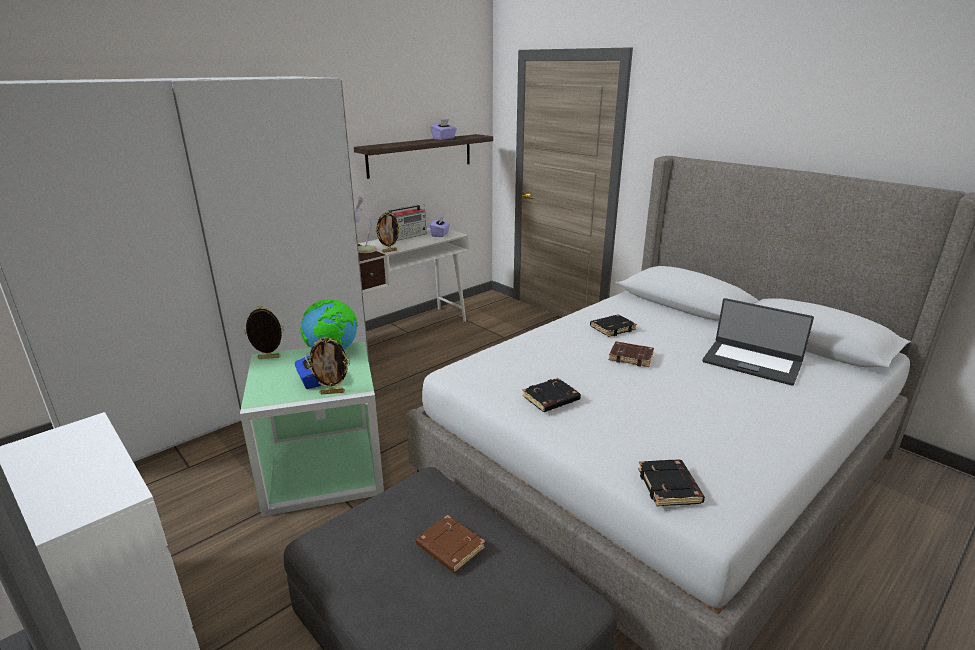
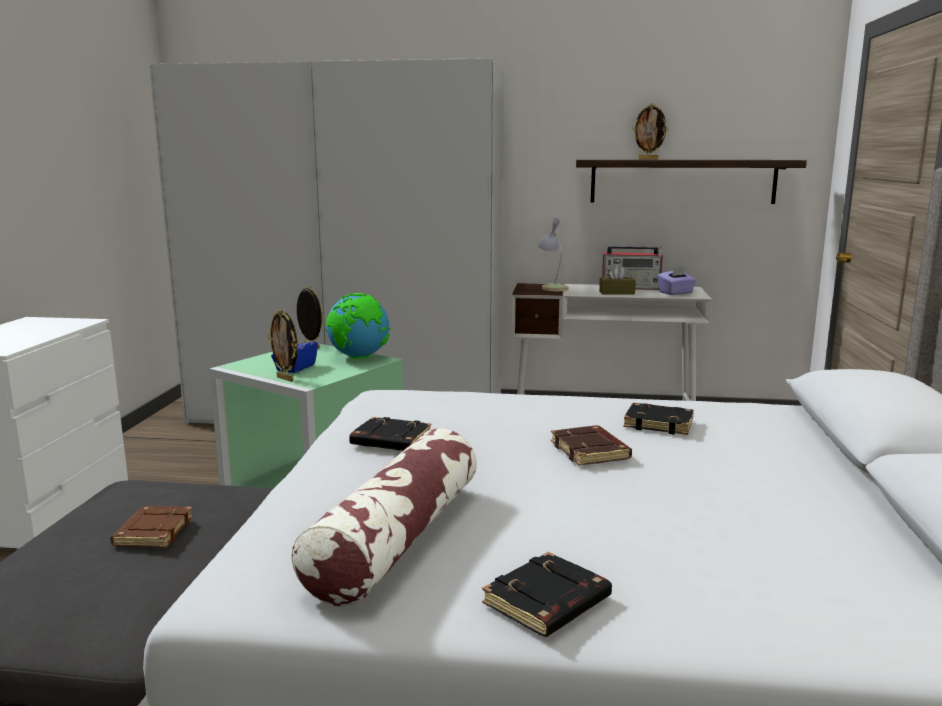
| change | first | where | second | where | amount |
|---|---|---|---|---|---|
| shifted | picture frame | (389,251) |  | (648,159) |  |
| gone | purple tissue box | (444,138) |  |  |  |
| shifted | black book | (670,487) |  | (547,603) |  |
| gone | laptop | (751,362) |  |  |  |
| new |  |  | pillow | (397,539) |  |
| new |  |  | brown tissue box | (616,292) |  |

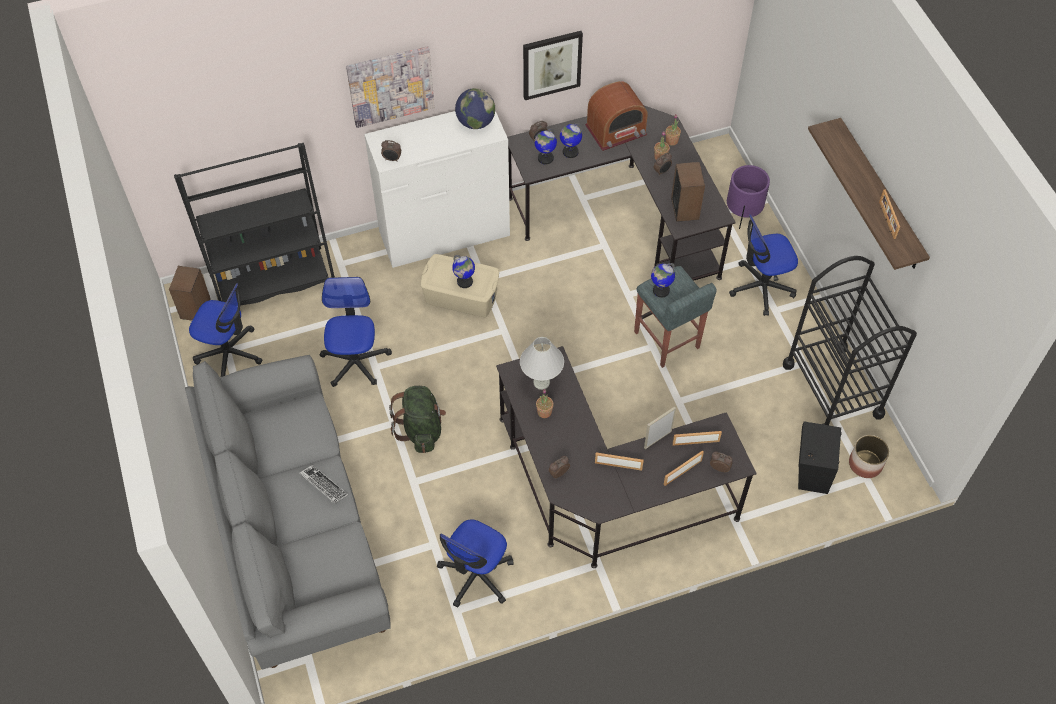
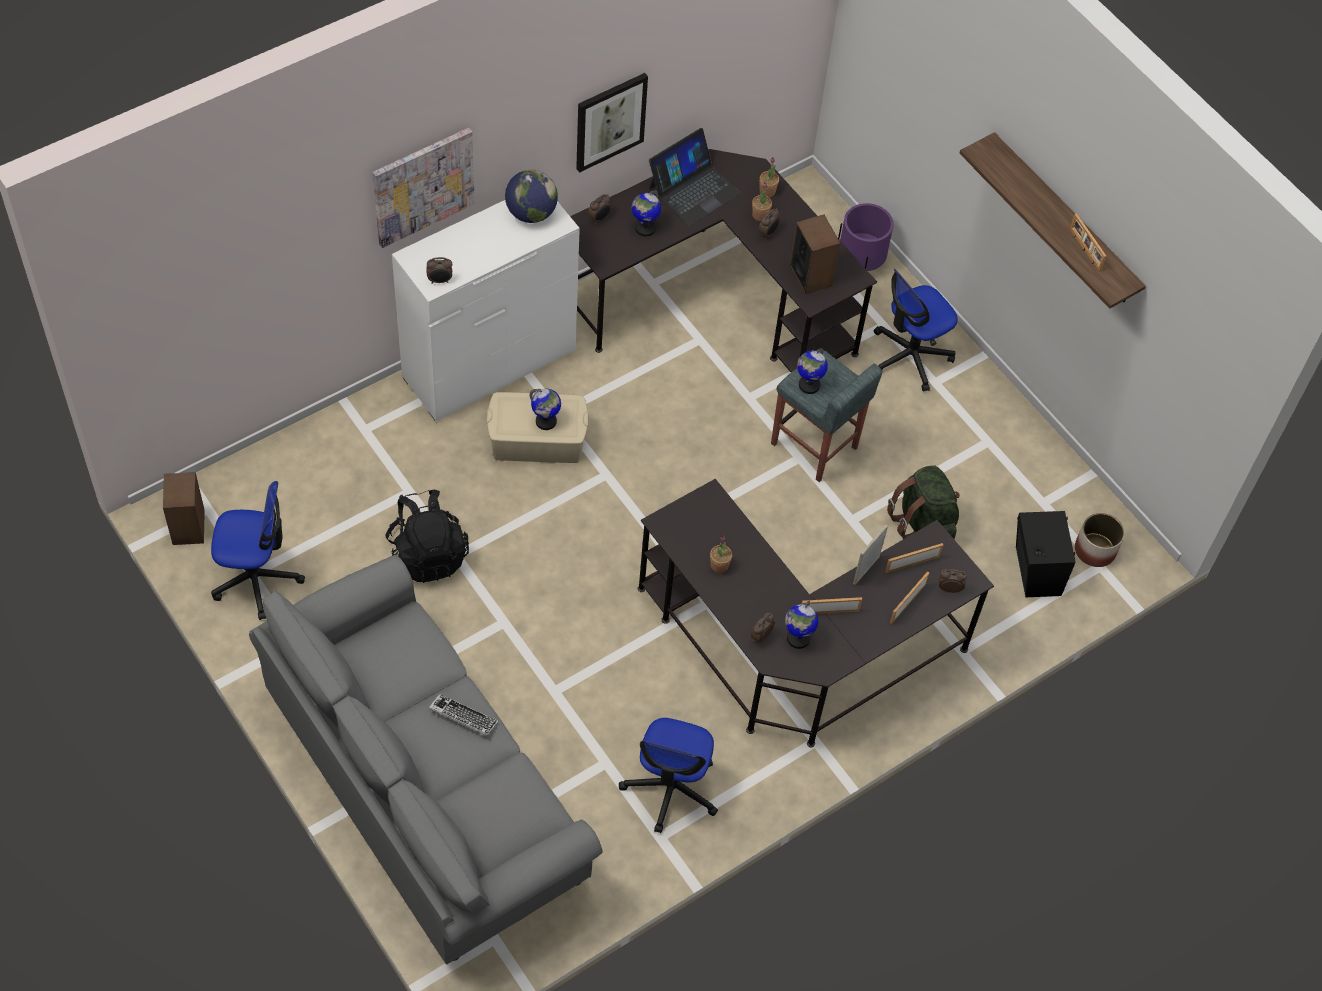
| change | first | where | second | where | amount |
|---|---|---|---|---|---|
| gone | black bookcase | (274,282) |  |  |  |
| swapped | office chair | (355,361) | black backpack | (428,554) |  |
| shifted | green backpack | (421,429) |  | (923,523) |  |
| gone | white table lamp | (541,382) |  |  |  |
| shifted | globe | (545,158) |  | (798,638) |  |
| swapped | radio | (616,130) | laptop | (694,190) |  |
| gone | black cart | (832,390) |  |  |  |

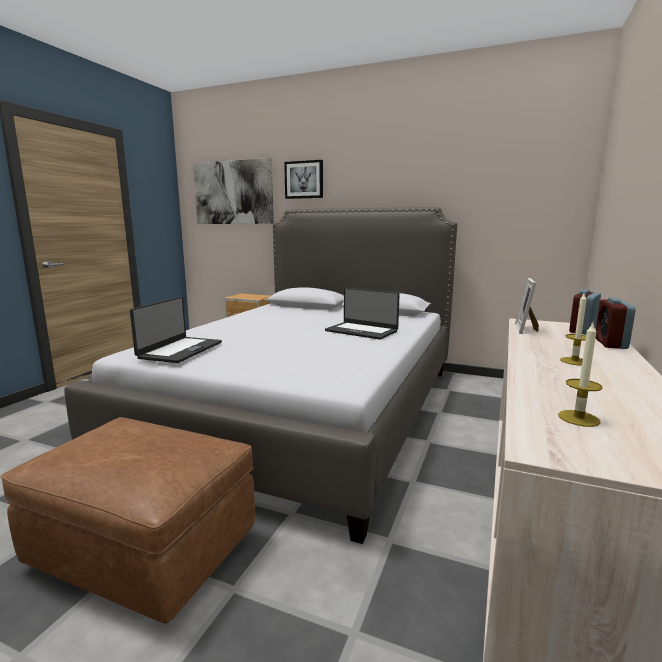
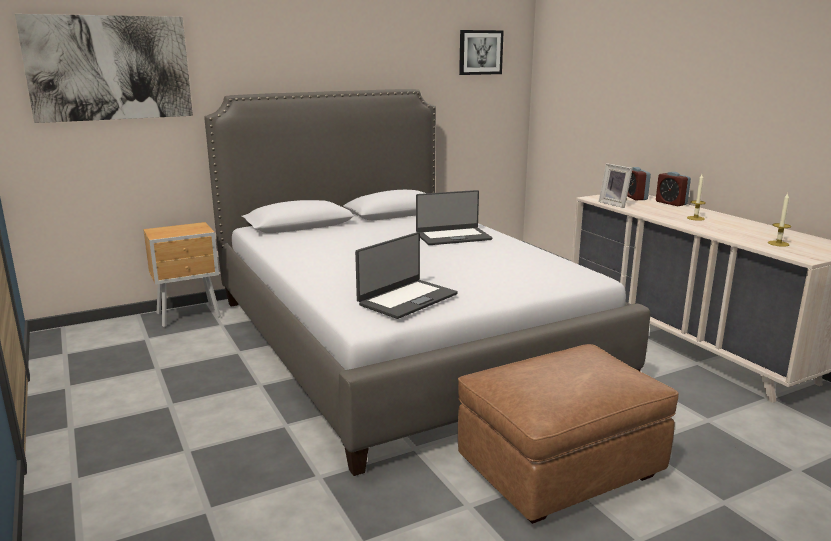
| change | first | where | second | where | amount |
|---|---|---|---|---|---|
| rotated | laptop | (180,350) |  | (407,299) | 75 degrees clockwise |
| shifted | picture | (304,179) |  | (480,52) |  |

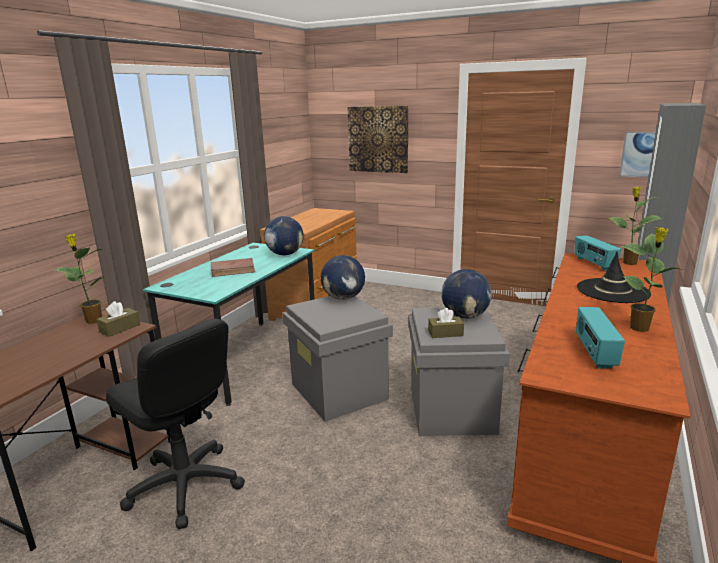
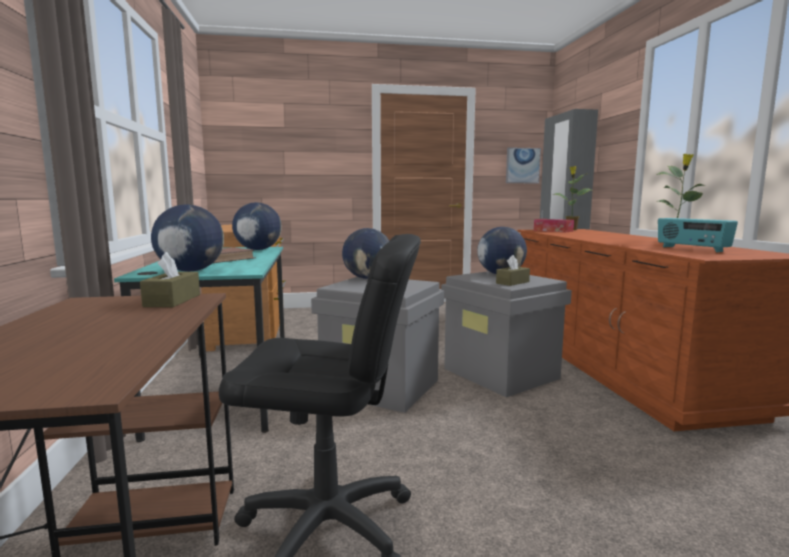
| change | first | where | second | where | amount |
|---|---|---|---|---|---|
| gone | potted plant | (93,320) |  |  |  |
| gone | picture | (378,139) |  |  |  |
| swapped | radio | (593,264) | tissue box | (553,231) |  |
| gone | black hat | (612,291) |  |  |  |
| new |  |  | globe | (190,271) |  |

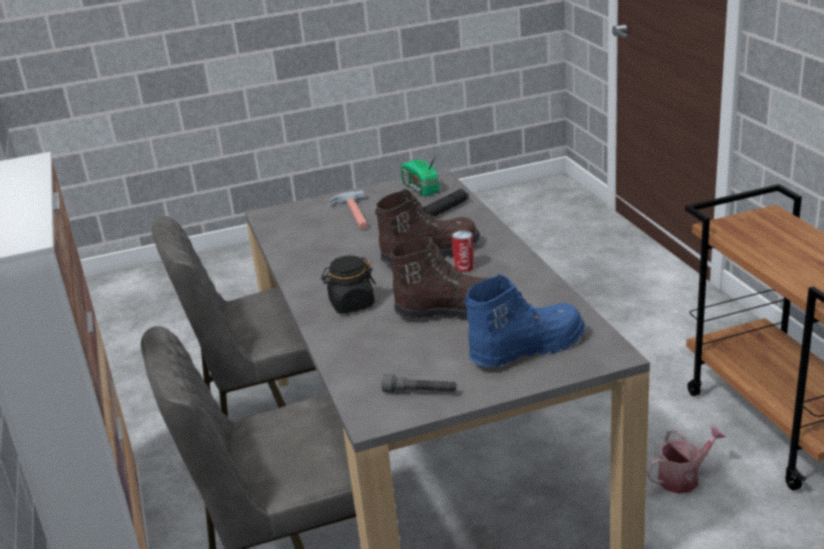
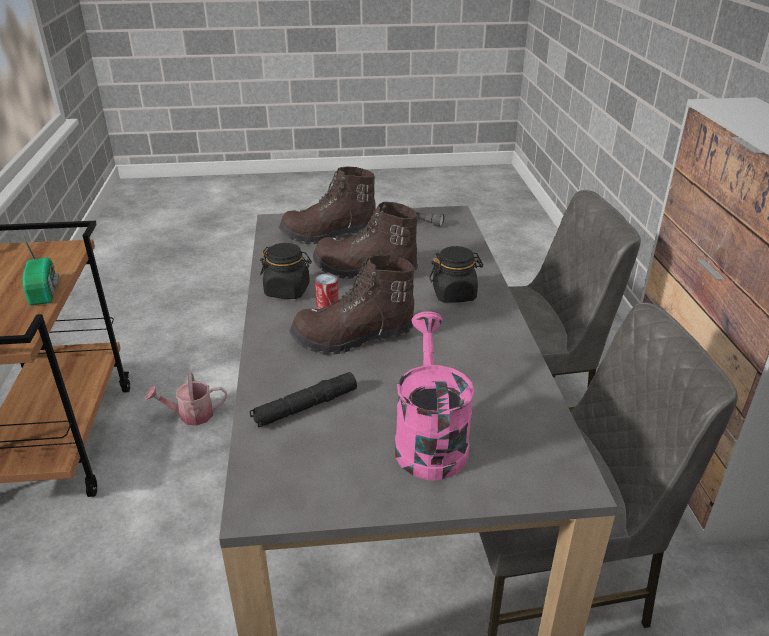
| change | first | where | second | where | amount |
|---|---|---|---|---|---|
| swapped | hammer | (352,214) | pink watering can | (429,439) |  |
| shifted | radio | (420,189) |  | (45,290) |  |
| repainted | blue boot | (526,348) | brown boot | (329,234) |  |
| new |  |  | black jar | (287,290) |  |

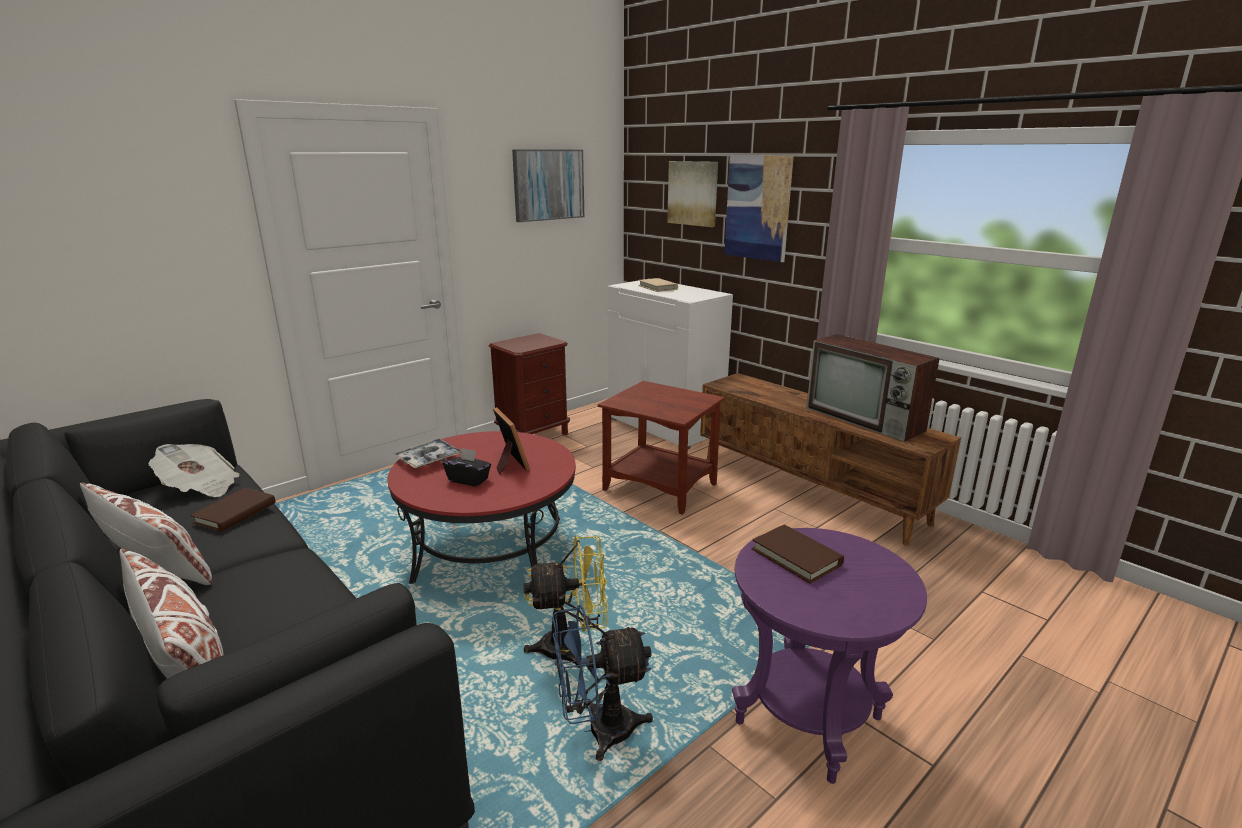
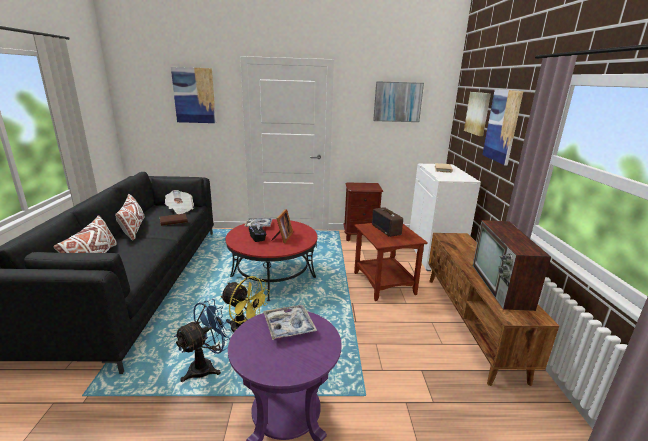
| change | first | where | second | where | amount |
|---|---|---|---|---|---|
| rotated | blue fan | (598,730) |  | (207,366) | 105 degrees clockwise |
| swapped | brown book | (796,557) | tray | (289,326) |  |
| new |  |  | picture | (194,95) |  |
| new |  |  | radio | (386,230) |  |

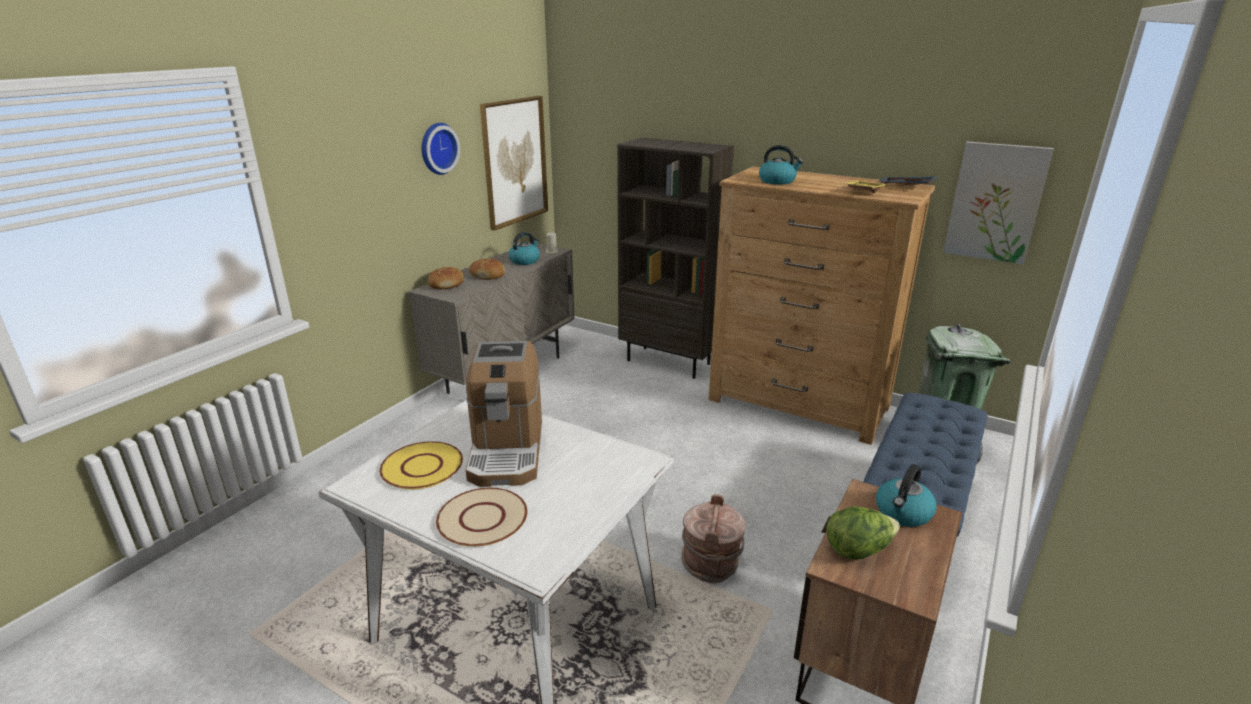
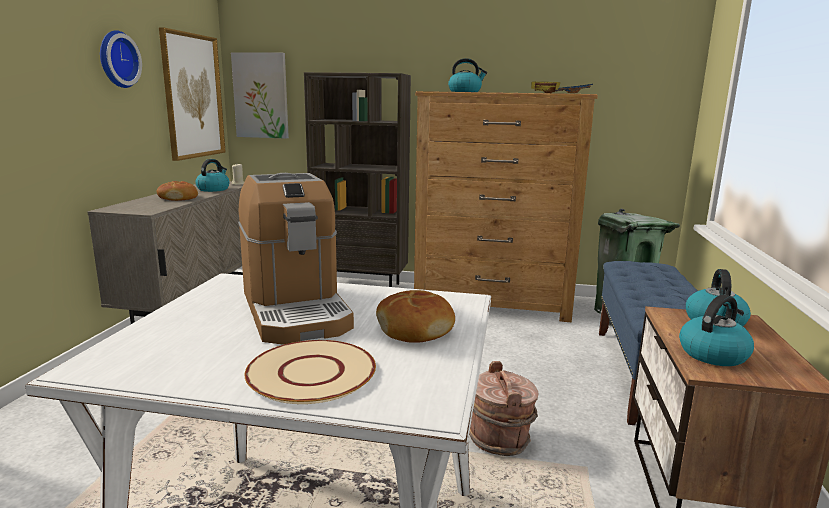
| change | first | where | second | where | amount |
|---|---|---|---|---|---|
| gone | yellow plate | (422,466) |  |  |  |
| shifted | bread | (446,284) |  | (415,328) |  |
| swapped | lettuce | (858,550) | kettle | (713,354) |  |
| shifted | picture | (995,202) |  | (261,96) |  |

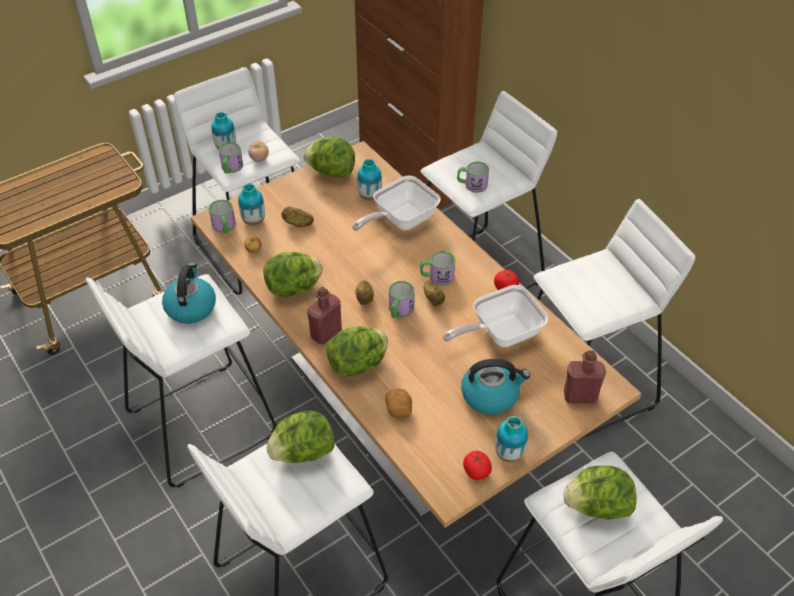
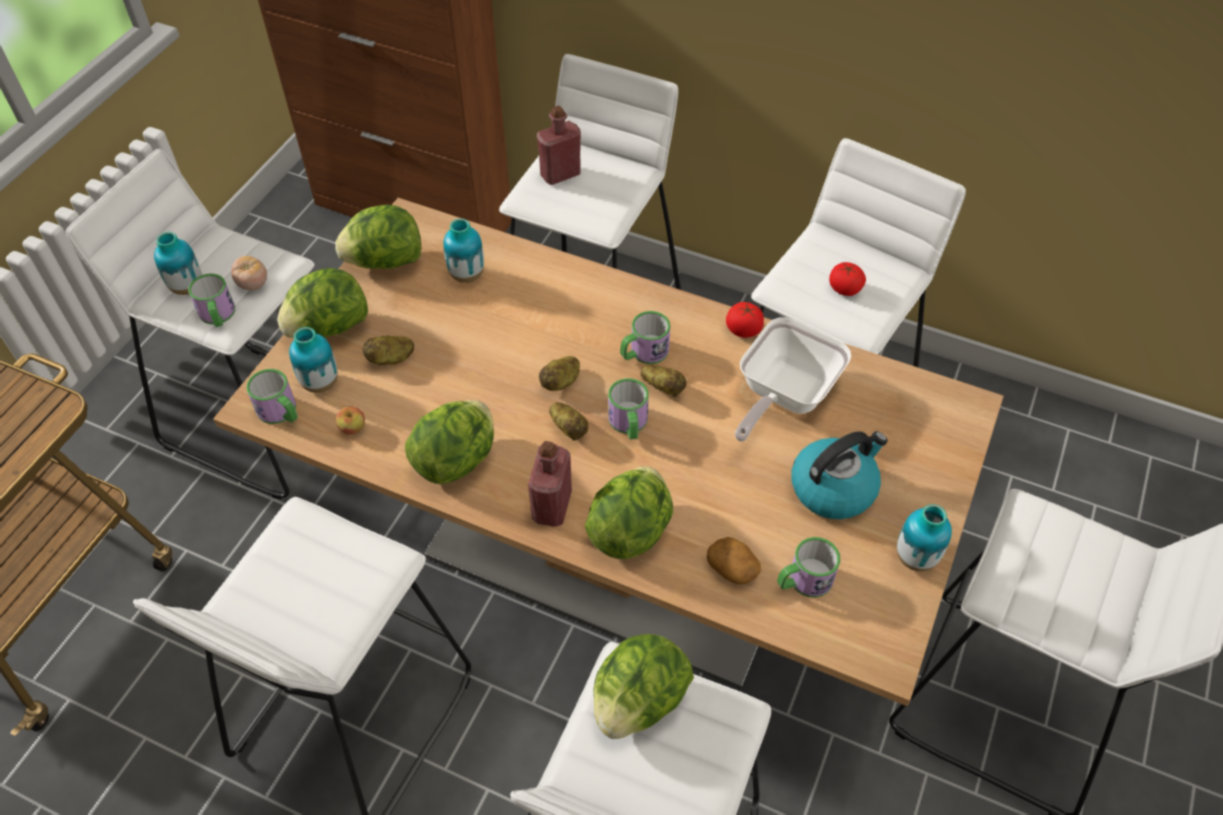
| change | first | where | second | where | amount |
|---|---|---|---|---|---|
| gone | kettle | (191,307) |  |  |  |
| gone | frying pan | (400,221) |  |  |  |
| shifted | mug | (472,185) |  | (803,581) |  |
| shifted | tomato | (476,471) |  | (844,289) |  |
| shifted | red bottle | (580,396) |  | (560,174) |  |
| shifted | lettuce | (597,506) |  | (329,328) |  |
| new |  |  | potato | (561,382) |  |

